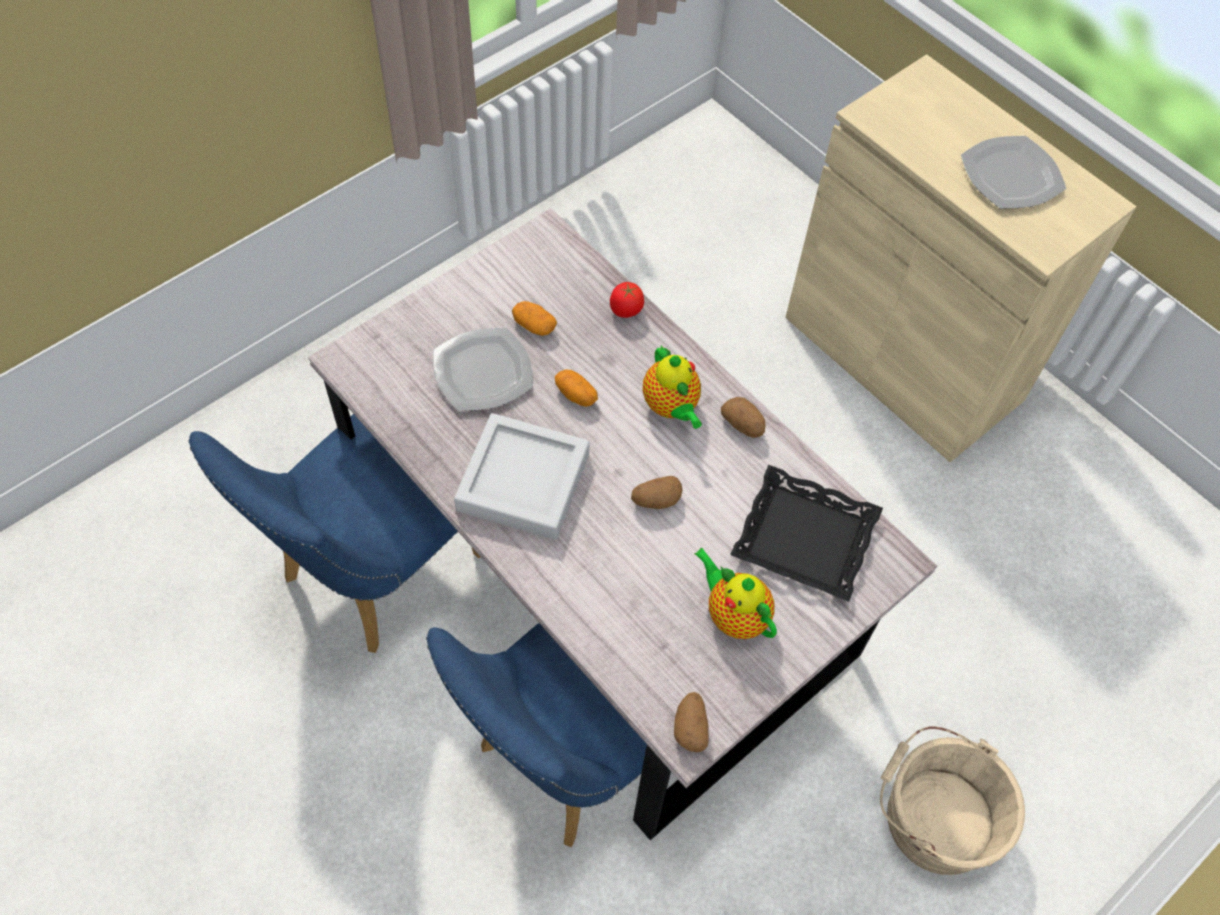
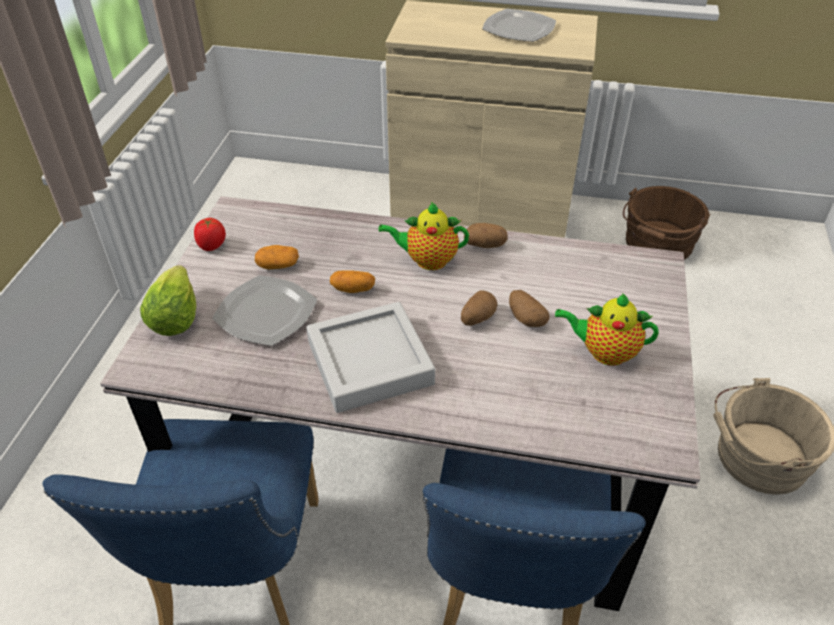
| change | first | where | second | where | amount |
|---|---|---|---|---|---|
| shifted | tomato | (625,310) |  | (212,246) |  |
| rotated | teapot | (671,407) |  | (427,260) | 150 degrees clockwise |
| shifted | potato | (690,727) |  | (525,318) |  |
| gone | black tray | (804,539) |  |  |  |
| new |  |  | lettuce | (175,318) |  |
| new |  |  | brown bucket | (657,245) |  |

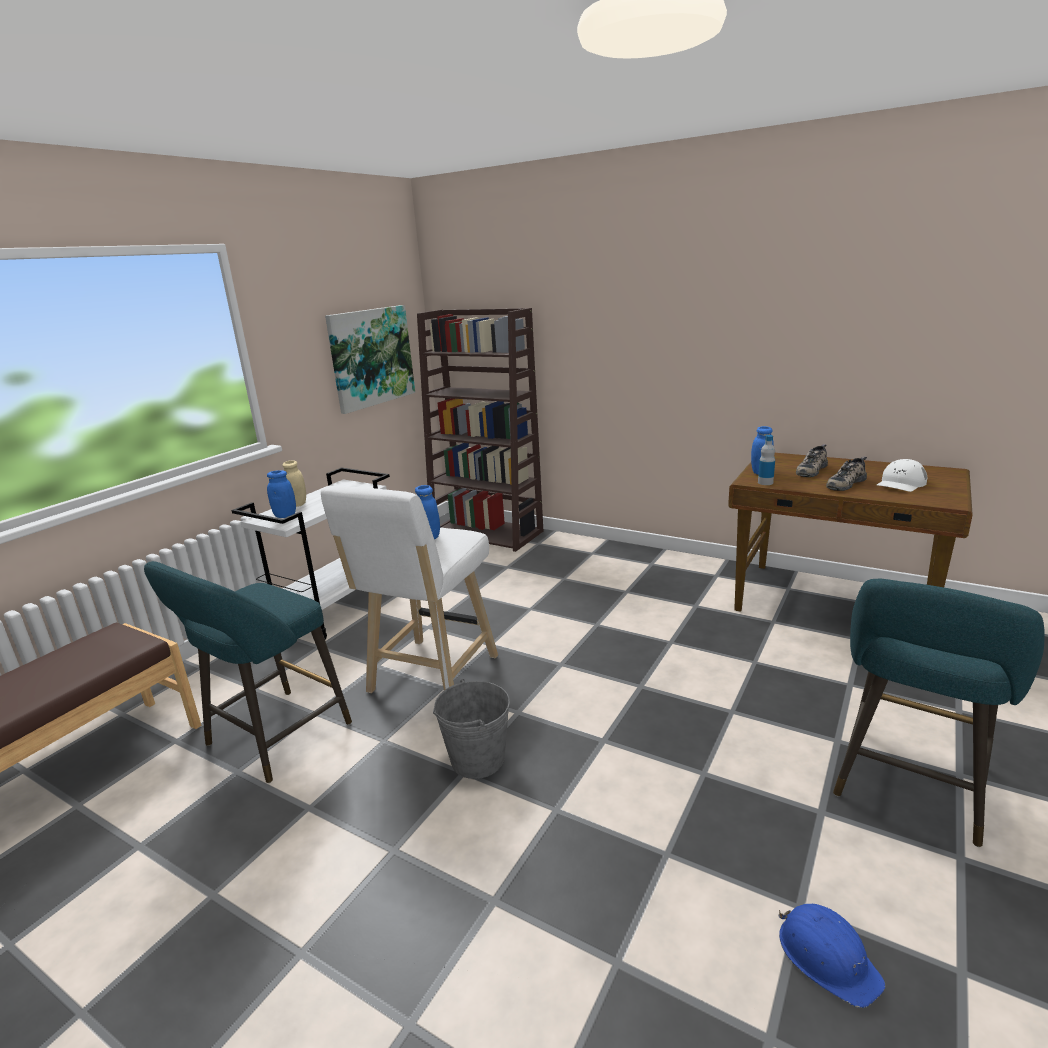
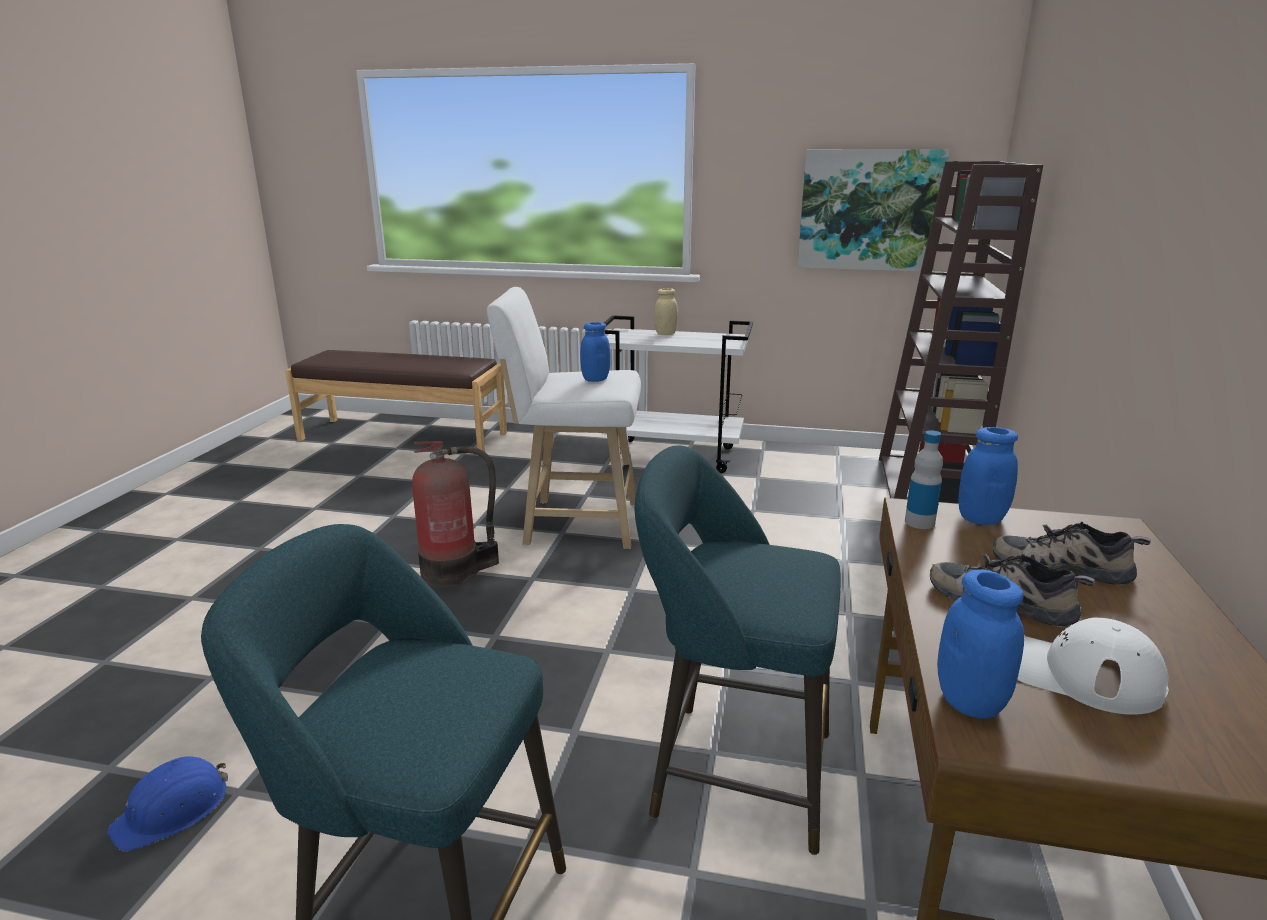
| change | first | where | second | where | amount |
|---|---|---|---|---|---|
| shifted | turquoise stool | (272,739) |  | (731,771) |  |
| shifted | blue jar | (285,515) |  | (970,702) |  |
| swapped | grey bucket | (477,759) | fire extinguisher | (455,571) |  |

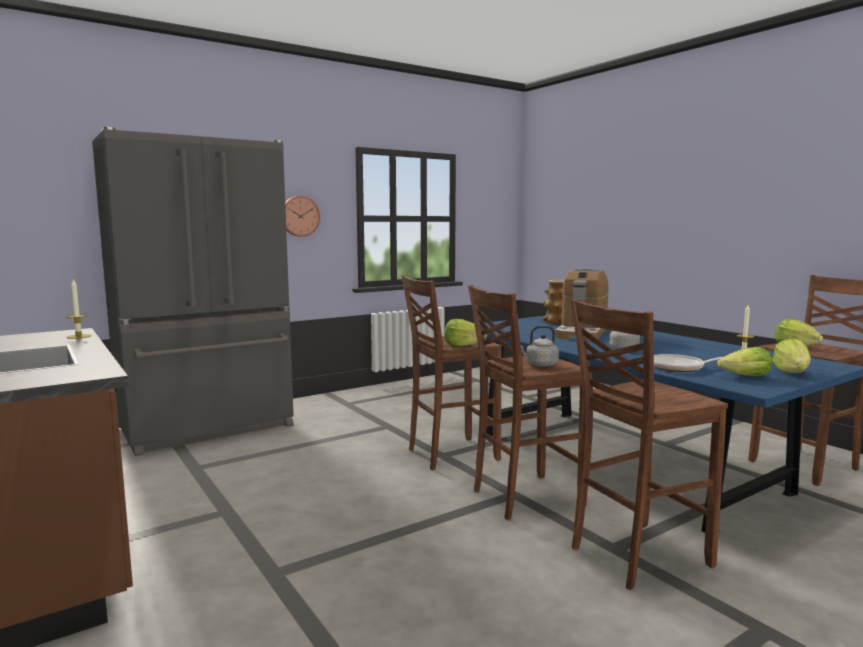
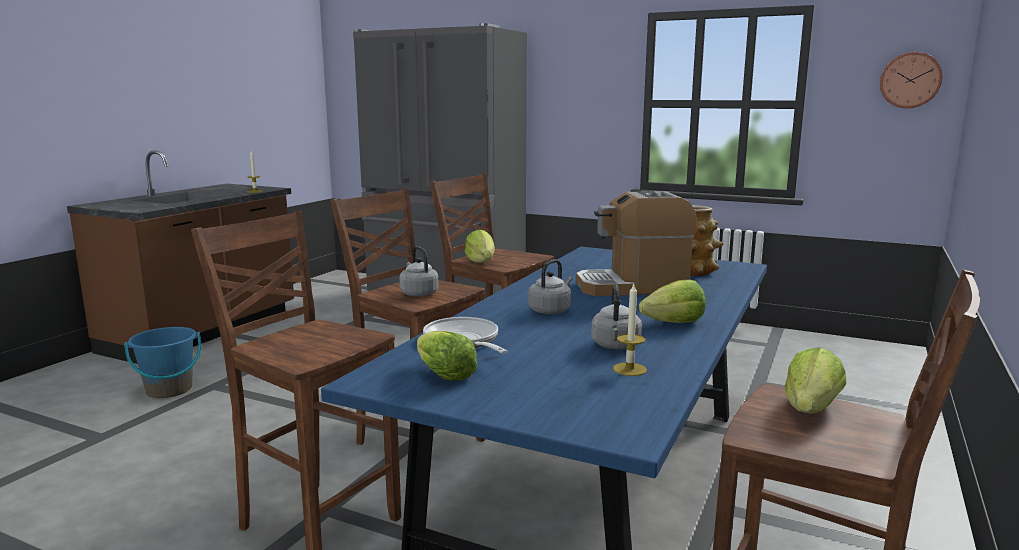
| change | first | where | second | where | amount |
|---|---|---|---|---|---|
| shifted | wall clock | (299,216) |  | (910,80) |  |
| shifted | lettuce | (792,373) |  | (674,323) |  |
| new |  |  | blue bucket | (169,390) |  |
| new |  |  | grey kettle | (615,346) |  |

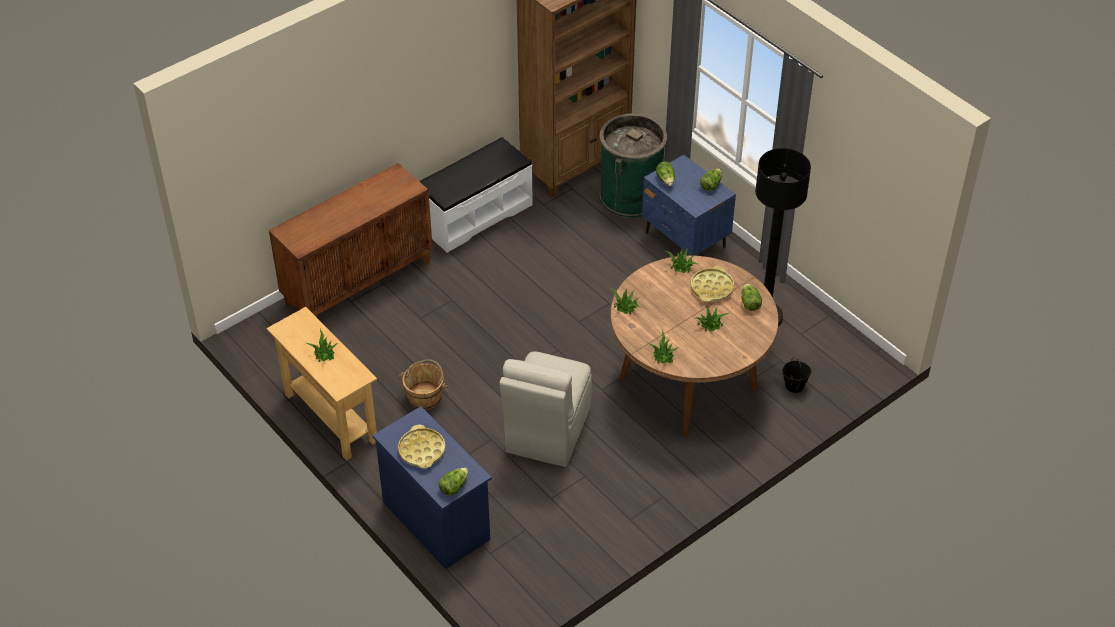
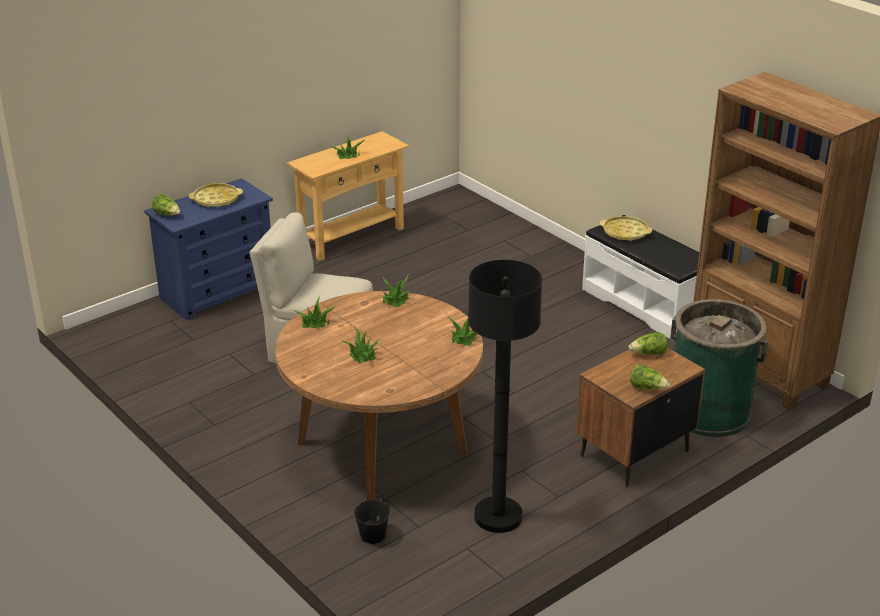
| change | first | where | second | where | amount |
|---|---|---|---|---|---|
| gone | brown cabinet | (358,281) |  |  |  |
| gone | brown bucket | (425,397) |  |  |  |
| repainted | blue nightstand | (685,241) | brown nightstand | (633,453) |  |
| shifted | yellow tray | (712,288) |  | (625,232) |  |
| gone | lettuce | (749,303) |  |  |  |

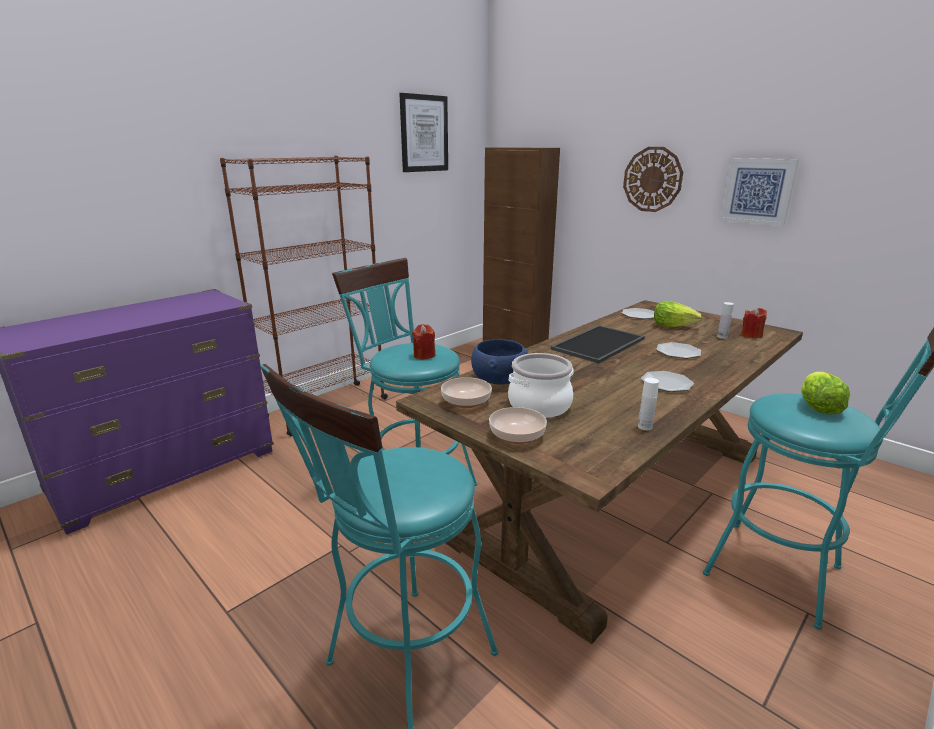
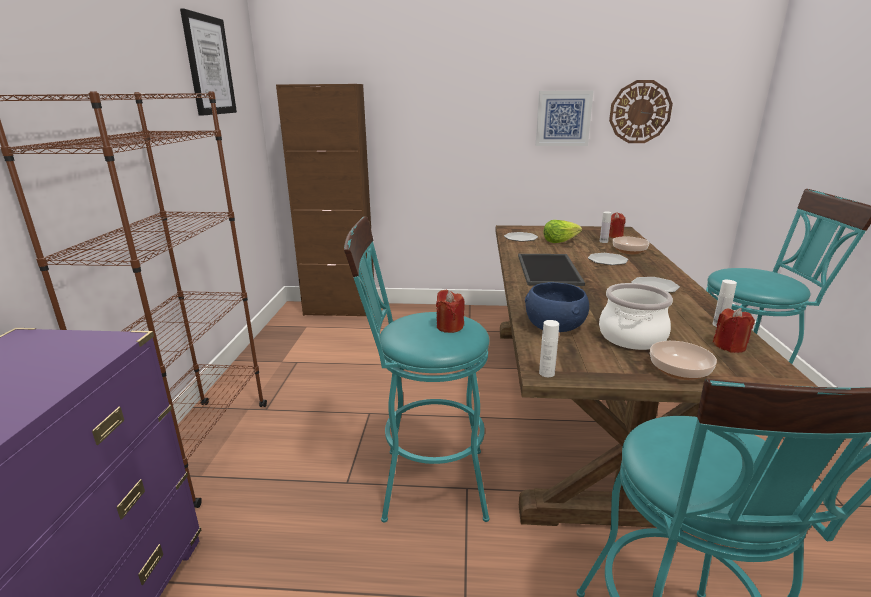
| change | first | where | second | where | amount |
|---|---|---|---|---|---|
| shifted | bowl | (467,402) |  | (629,251) |  |
| shifted | wall clock | (652,179) |  | (640,112) |  |
| gone | lettuce | (817,406) |  |  |  |
| new |  |  | white bottle | (546,373) |  |
| new |  |  | red candle | (729,346) |  |

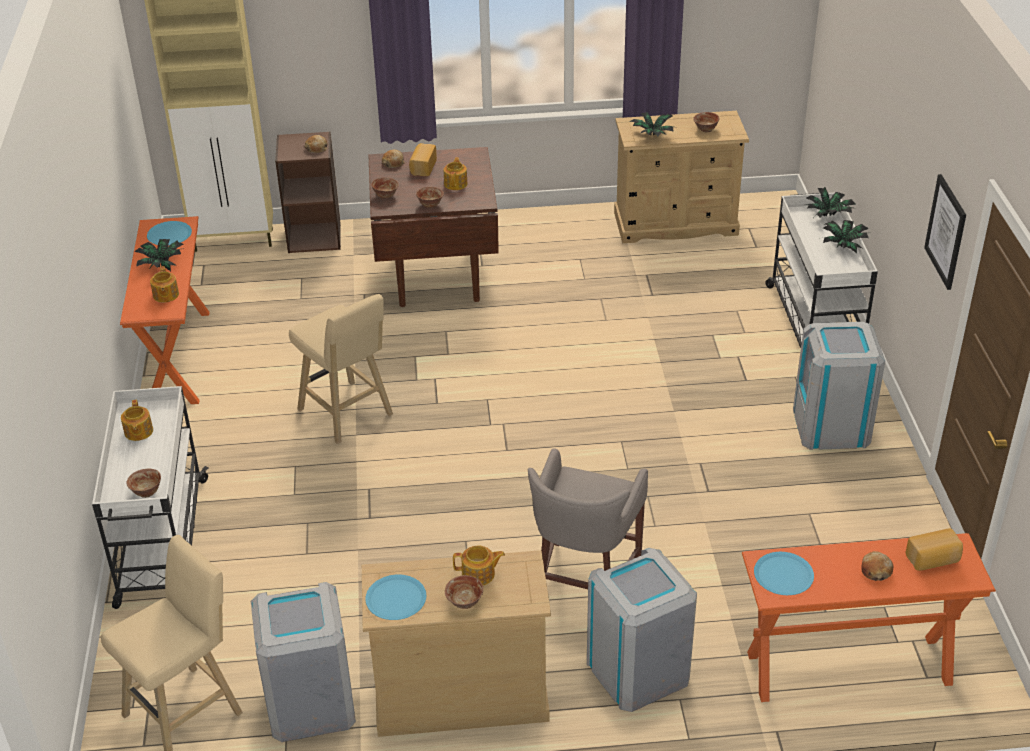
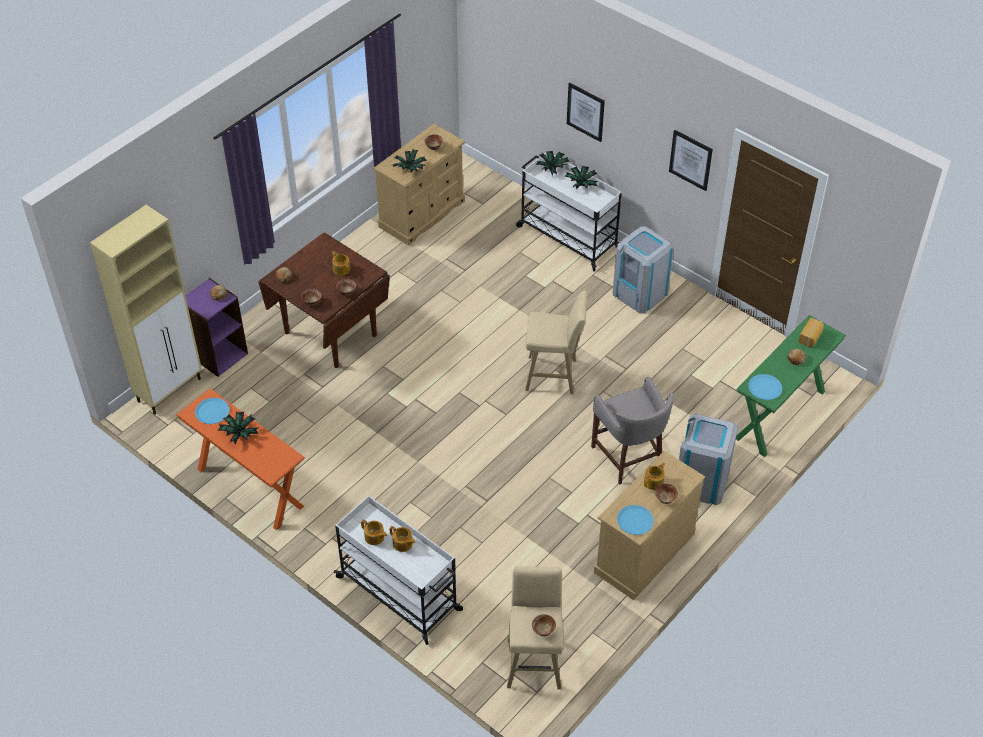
| change | first | where | second | where | amount |
|---|---|---|---|---|---|
| shifted | bowl | (146,492) |  | (543,631) |  |
| shifted | teapot | (165,295) |  | (403,544) |  |
| gone | grey trash can | (310,703) |  |  |  |
| repainted | brown bookcase | (314,237) | purple bookcase | (219,355) |  |
| shifted | beige stool | (347,415) |  | (554,375) |  |
| gone | bread | (422,167) |  |  |  |
| repainted | orange console table | (848,668) | green console table | (779,414) |  |
| new |  |  | picture | (585,112) |  |

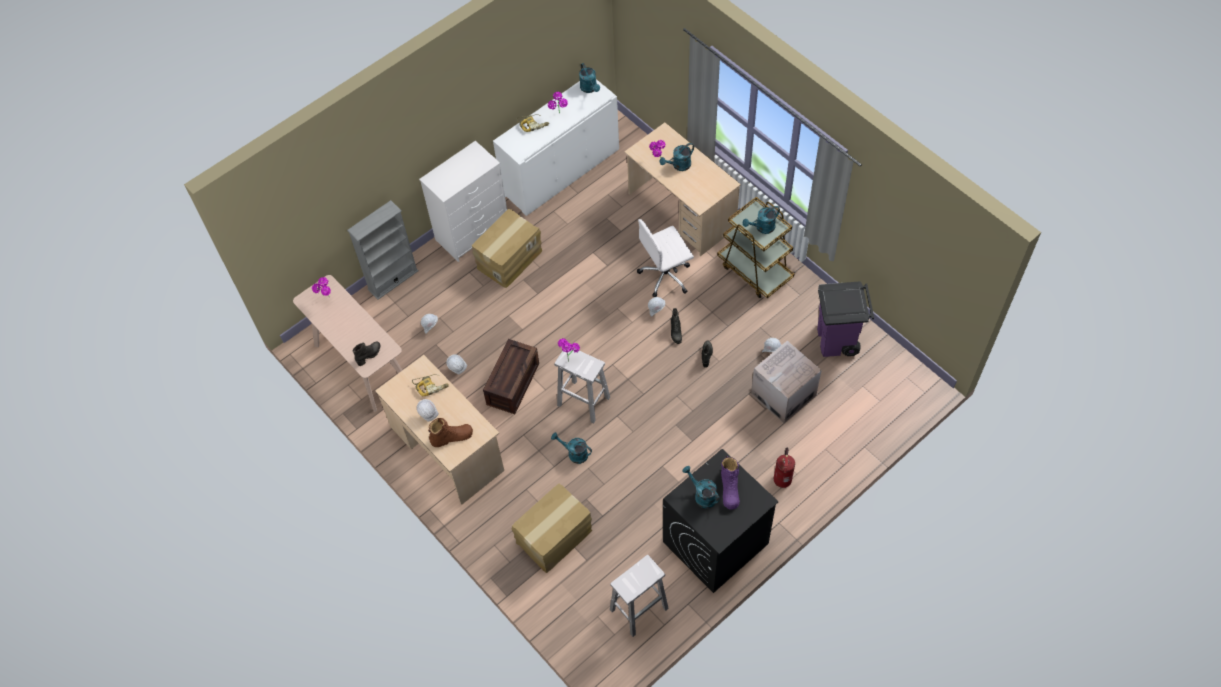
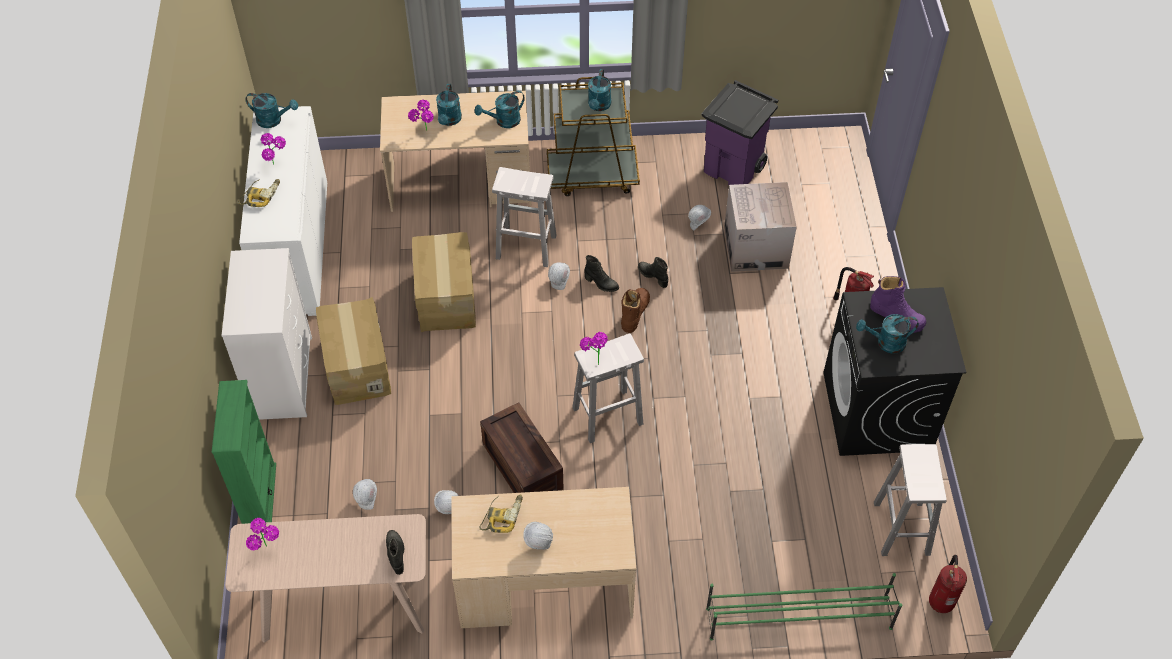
| change | first | where | second | where | amount |
|---|---|---|---|---|---|
| repainted | grey bookcase | (393,280) | green bookcase | (260,497) |  |
| shifted | brown boot | (451,437) |  | (634,312) |  |
| shifted | cardboard box | (554,537) |  | (447,298) |  |
| shifted | turquoise watering can | (574,453) |  | (503,121) |  |
| swapped | white office chair | (666,276) | white stool | (525,247) |  |
| new |  |  | green shoe rack | (798,618) |  |
| new |  |  | fire extinguisher | (941,600) |  |

